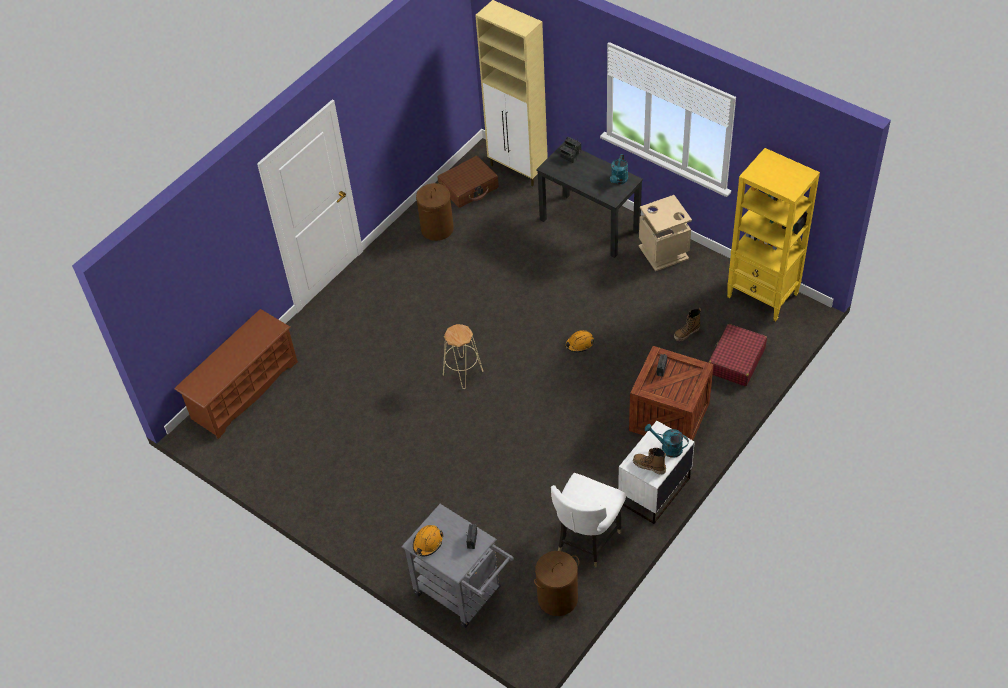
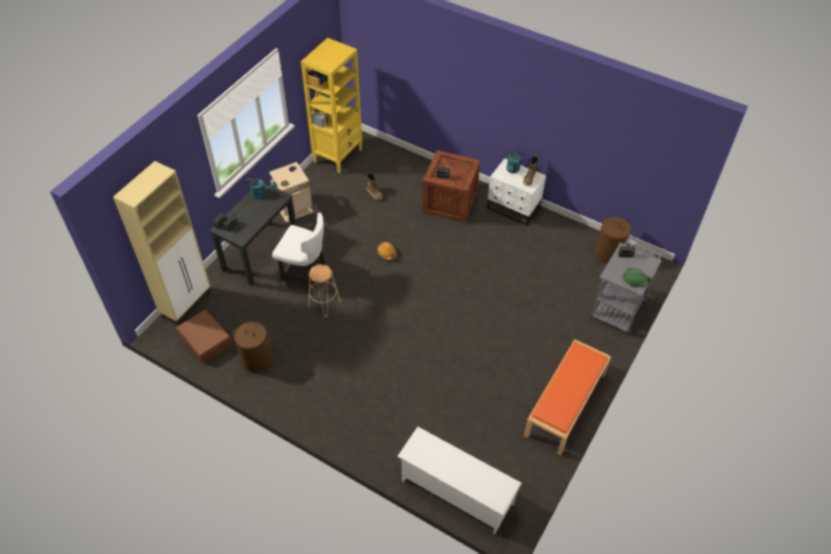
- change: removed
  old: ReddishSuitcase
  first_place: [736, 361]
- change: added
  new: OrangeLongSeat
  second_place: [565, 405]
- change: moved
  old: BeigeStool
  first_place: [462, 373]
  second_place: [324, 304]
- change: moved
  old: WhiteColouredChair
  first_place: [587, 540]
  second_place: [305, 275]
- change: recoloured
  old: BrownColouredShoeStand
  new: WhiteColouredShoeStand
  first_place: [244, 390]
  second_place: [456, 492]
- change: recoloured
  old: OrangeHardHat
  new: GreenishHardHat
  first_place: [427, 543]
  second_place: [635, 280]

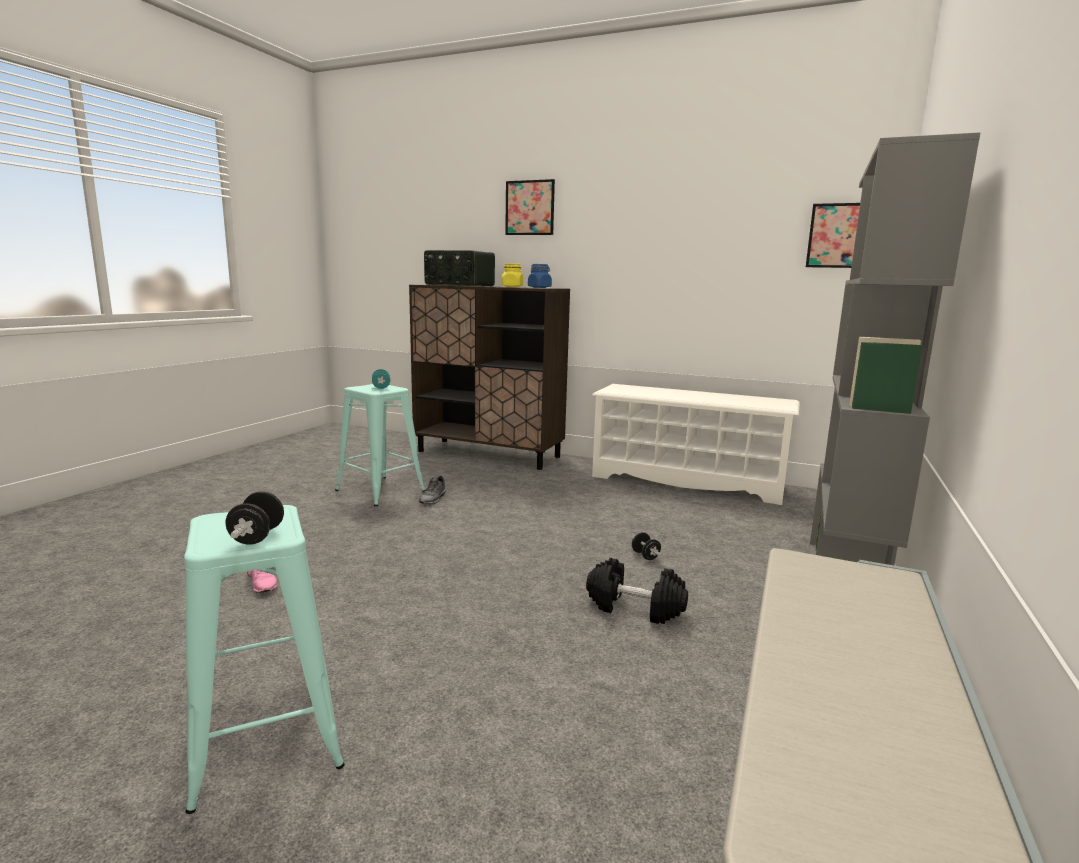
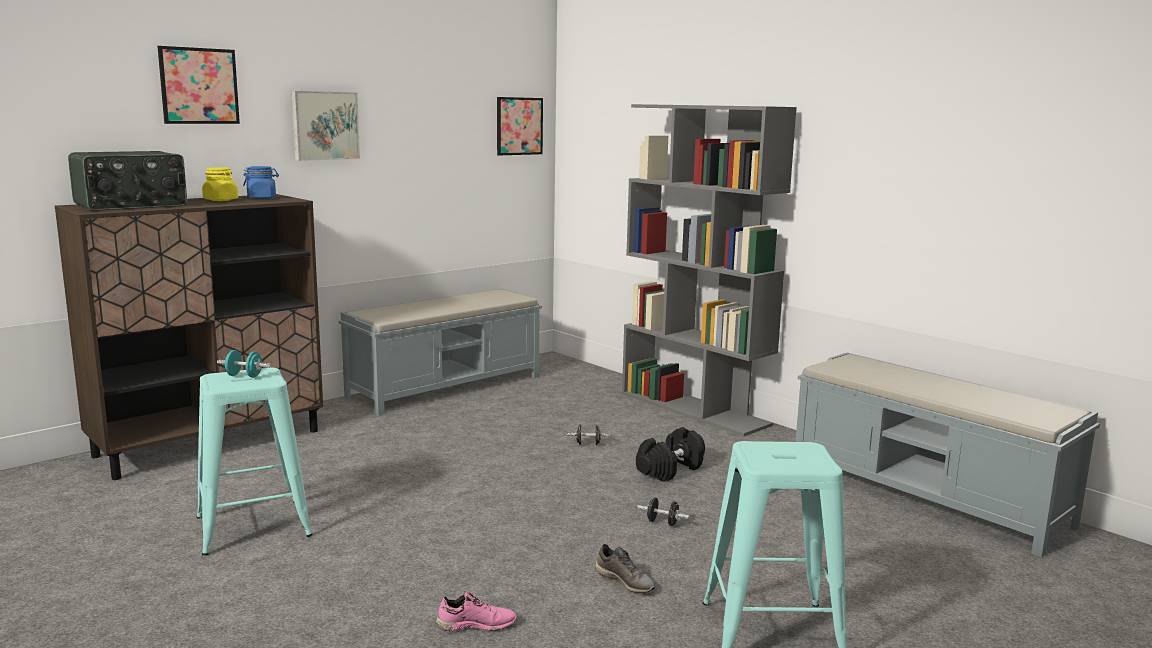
- change: added
  new: WallArt
  second_place: [324, 125]
- change: moved
  old: BlackColouredFreeWeight
  first_place: [257, 537]
  second_place: [662, 523]
- change: moved
  old: GreyishItemOfFootwear
  first_place: [433, 499]
  second_place: [625, 581]
- change: replaced
  old: WhiteColouredShoeStand
  new: GreyishLongSeat
  first_place: [687, 481]
  second_place: [447, 386]

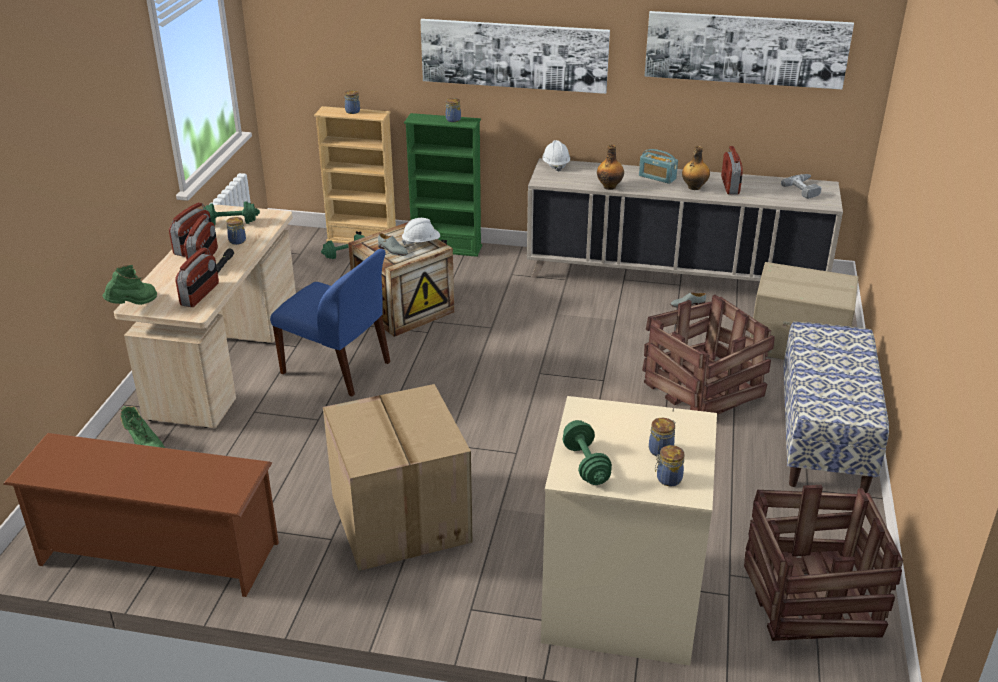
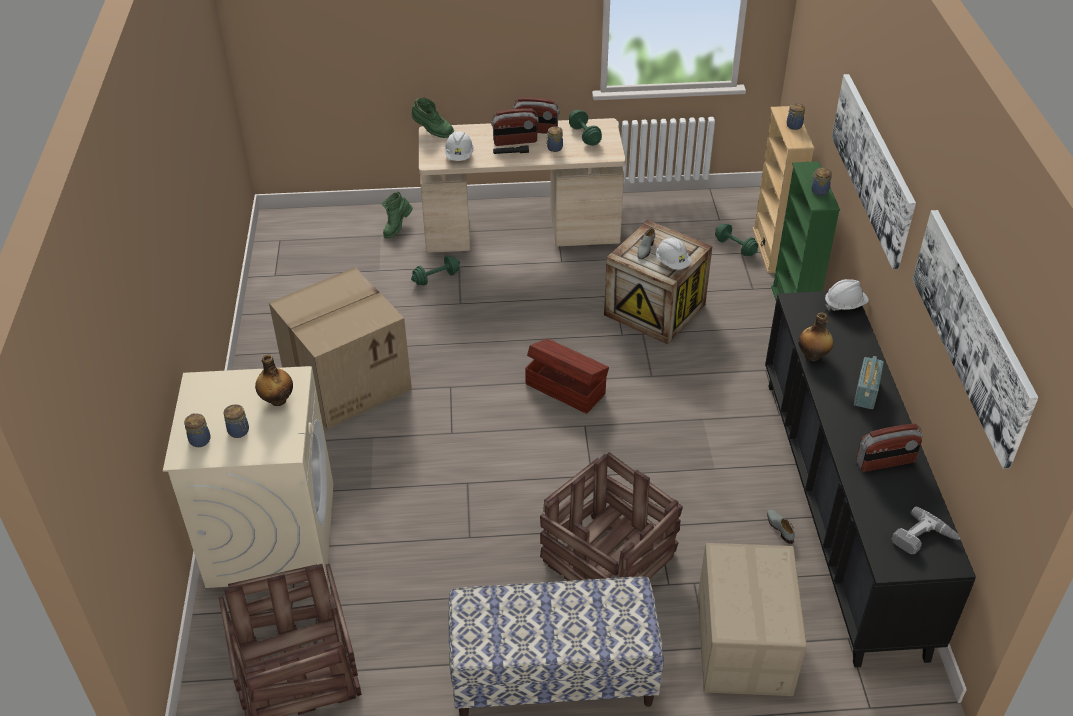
- change: removed
  old: BrownColouredShoeStand
  first_place: [157, 554]
- change: removed
  old: BluishChair
  first_place: [338, 368]
- change: added
  new: BrownColouredStorageBin
  second_place: [565, 388]
- change: moved
  old: GreenishFreeWeight
  first_place: [586, 464]
  second_place: [436, 278]
- change: moved
  old: BeverageBottle
  first_place: [694, 187]
  second_place: [277, 400]
- change: replaced
  old: RadioSet
  new: WhiteColouredHardHat
  first_place: [200, 294]
  second_place: [459, 156]
- change: recoloured
  old: BeigeCabinet
  new: BlackColouredCabinet
  first_place: [674, 277]
  second_place: [841, 508]

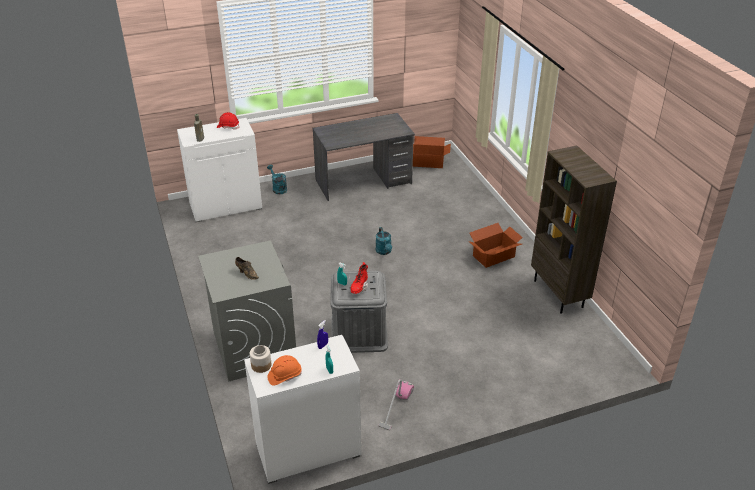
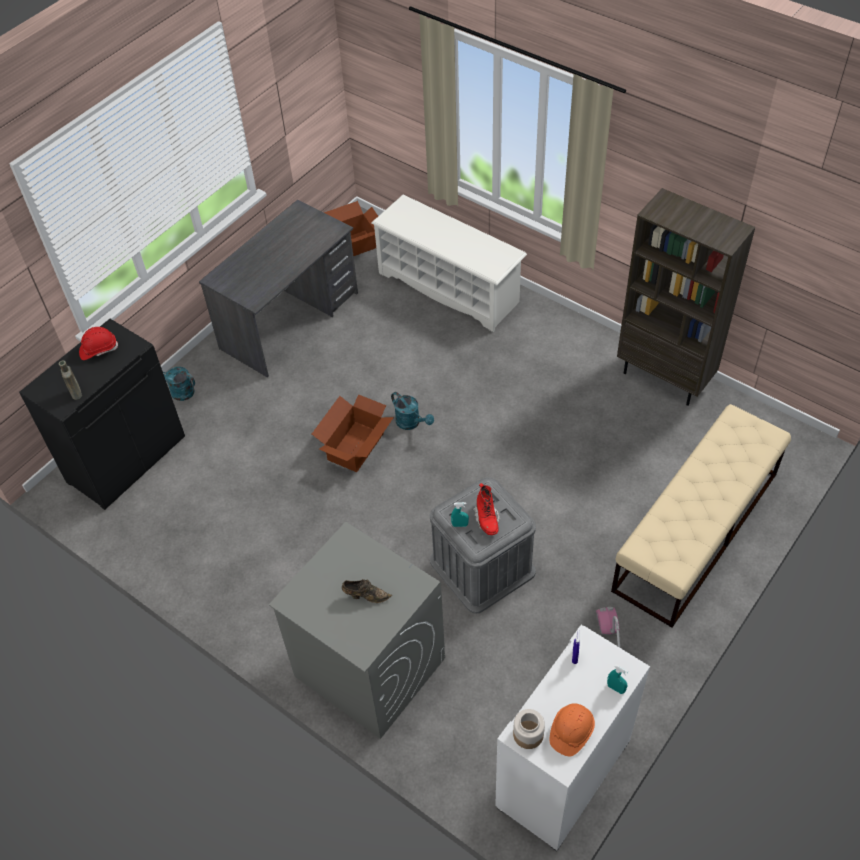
- change: added
  new: WhiteColouredShoeStand
  second_place: [449, 287]
- change: added
  new: BeigeLongSeat
  second_place: [696, 531]
- change: moved
  old: Carton
  first_place: [494, 256]
  second_place: [356, 446]
- change: recoloured
  old: WhiteColouredCabinet
  new: BlackColouredCabinet
  first_place: [226, 206]
  second_place: [126, 458]

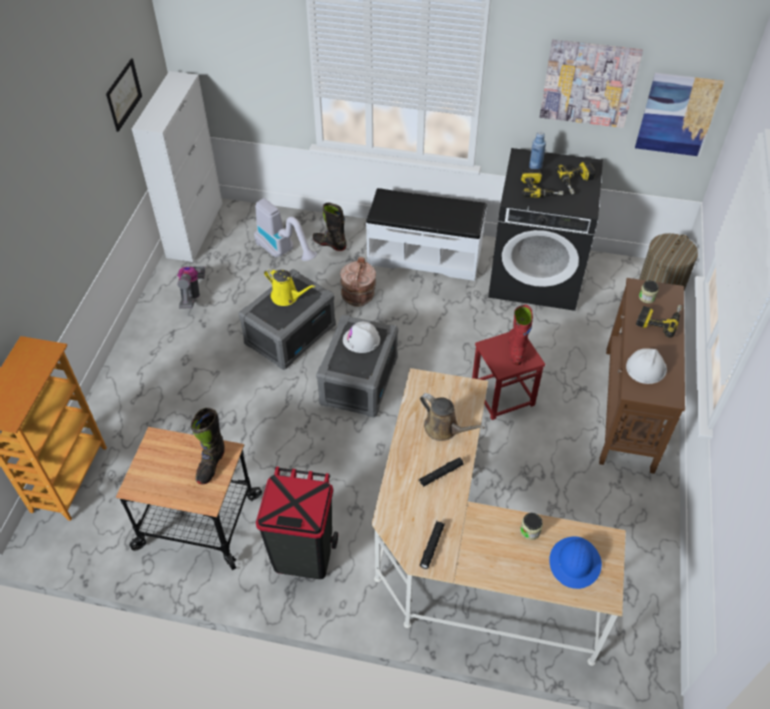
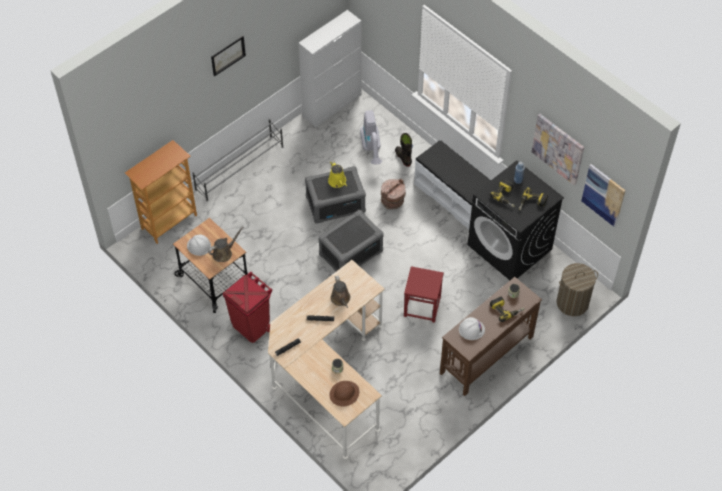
- change: removed
  old: Vacuum
  first_place: [192, 294]
- change: removed
  old: ReddishBoot
  first_place: [516, 349]
- change: added
  new: GreyishShoeStand
  second_place: [240, 168]
- change: moved
  old: WallArt
  first_place: [123, 94]
  second_place: [228, 55]
- change: moved
  old: WhiteColouredHardHat
  first_place: [361, 340]
  second_place: [199, 246]
- change: replaced
  old: BlackColouredBoot
  new: BrownColouredWateringCan
  first_place: [211, 464]
  second_place: [224, 253]
- change: recoloured
  old: BlackColouredTrashCan
  new: ReddishTrashCan
  first_place: [303, 555]
  second_place: [251, 326]
- change: recoloured
  old: BluishHardHat
  new: BrownColouredHardHat
  first_place: [575, 563]
  second_place: [344, 394]

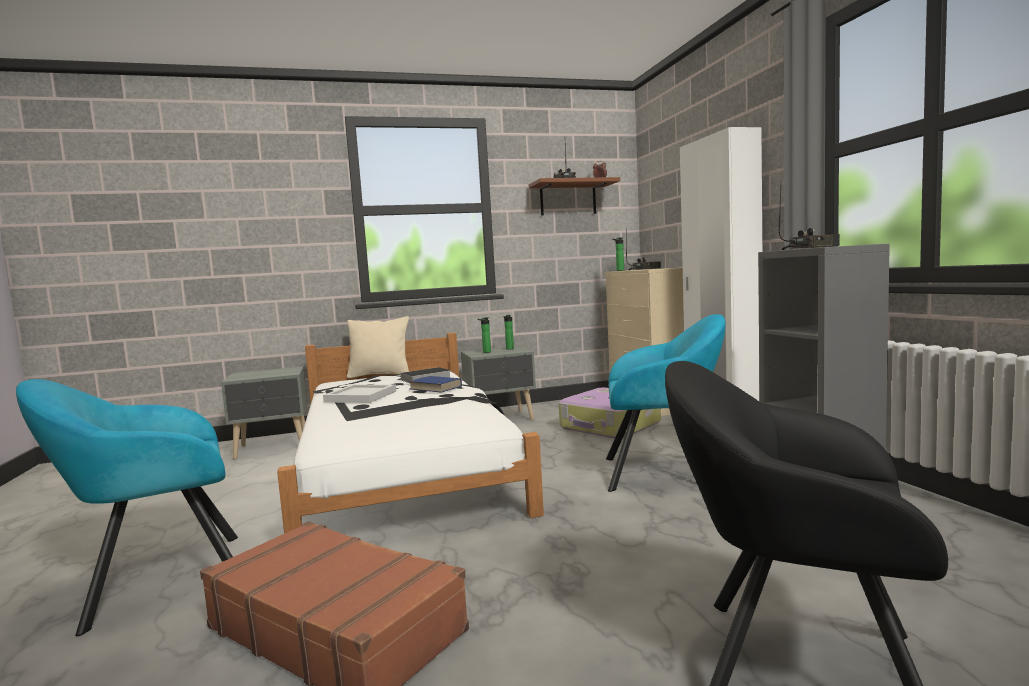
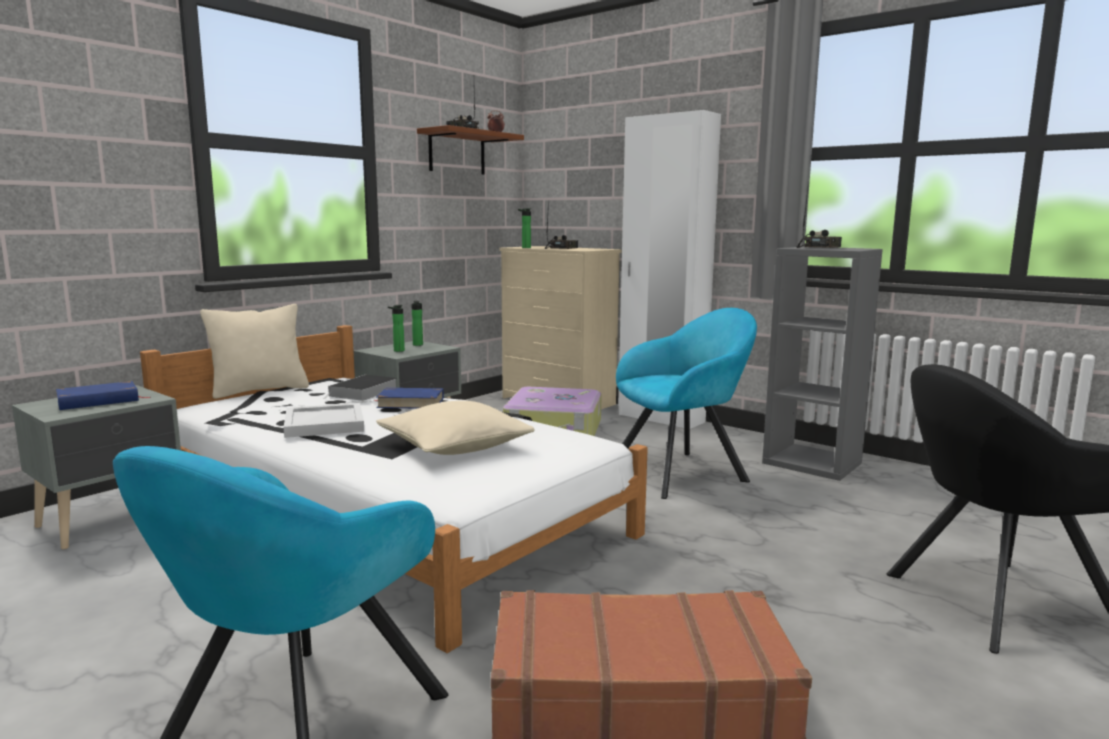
- change: added
  new: BluishVolume
  second_place: [98, 401]
- change: added
  new: BeigeThrowPillow
  second_place: [455, 446]

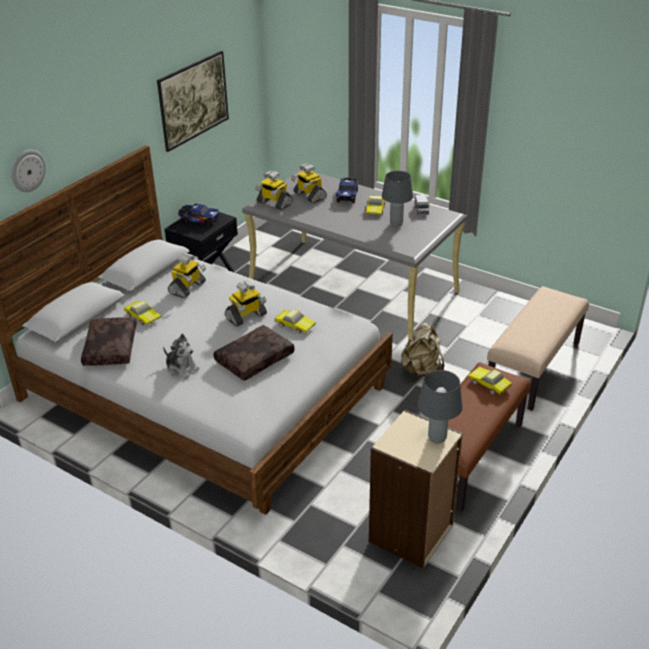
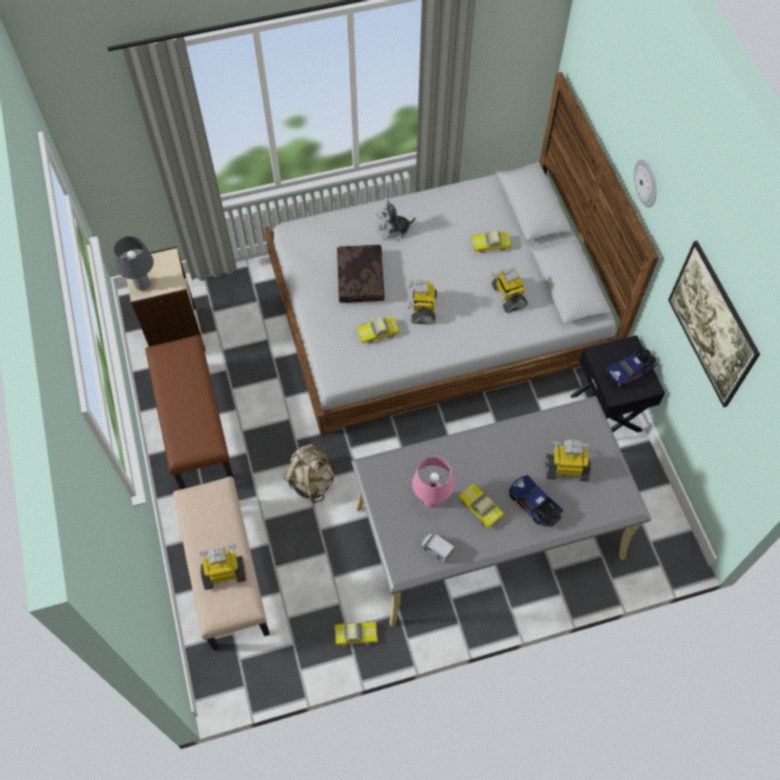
- change: removed
  old: BrownColouredThrowPillow
  first_place: [110, 348]
- change: moved
  old: ClockOnTheWall
  first_place: [27, 170]
  second_place: [646, 183]
- change: moved
  old: ToyRobot
  first_place: [274, 203]
  second_place: [224, 573]
- change: moved
  old: MiniatureCar
  first_place: [489, 384]
  second_place: [355, 634]
- change: recoloured
  old: GreyishTableLamp
  new: PinkTableLamp
  first_place: [395, 224]
  second_place: [432, 500]

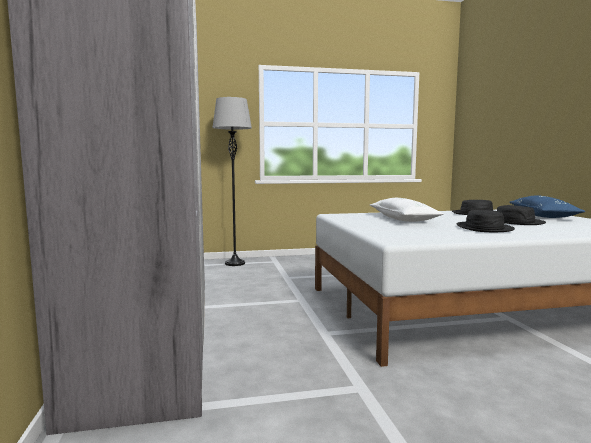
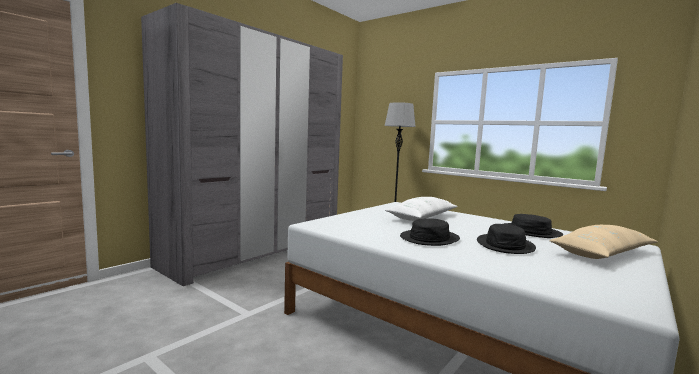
- change: recoloured
  old: BluishThrowPillow
  new: BeigeThrowPillow
  first_place: [543, 216]
  second_place: [602, 253]

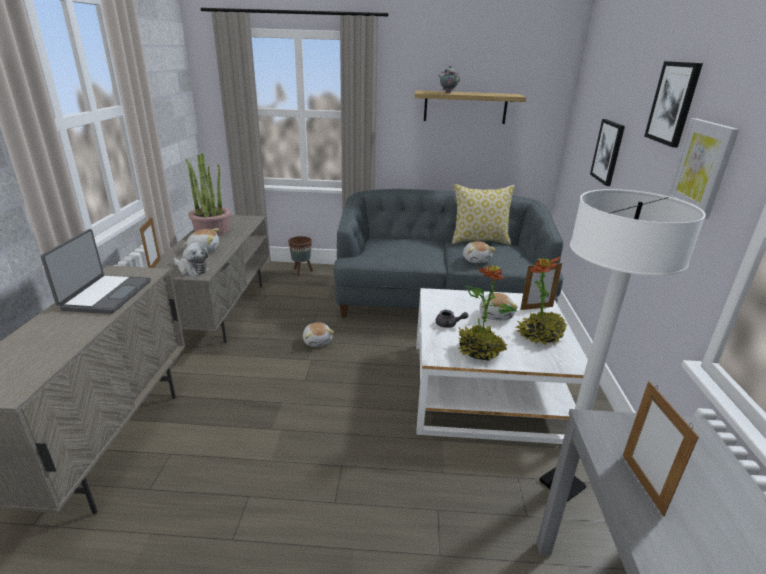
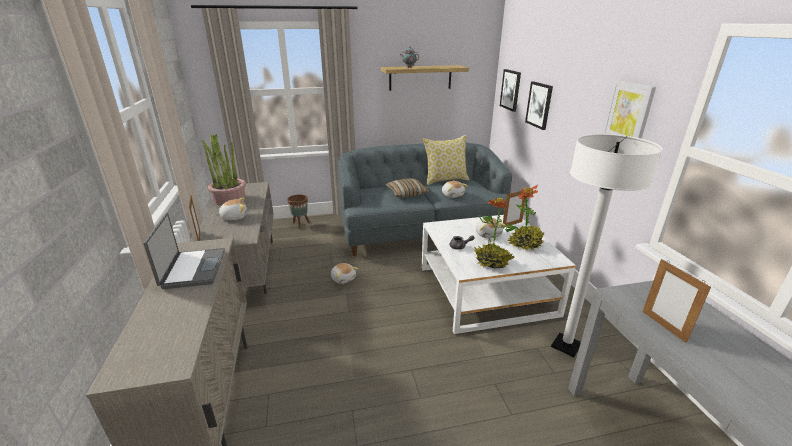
- change: removed
  old: CuddlyToy
  first_place: [192, 269]
- change: added
  new: ThrowPillow
  second_place: [406, 193]
- change: moved
  old: WallArt
  first_place: [673, 103]
  second_place: [510, 90]

